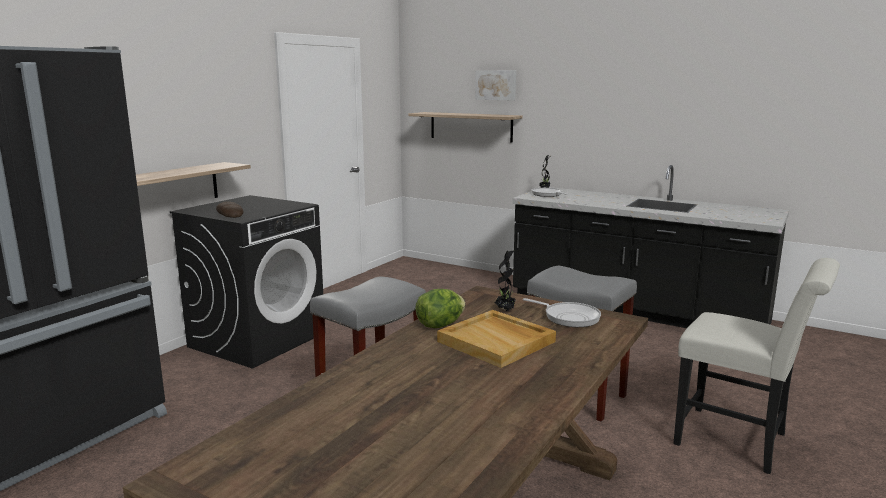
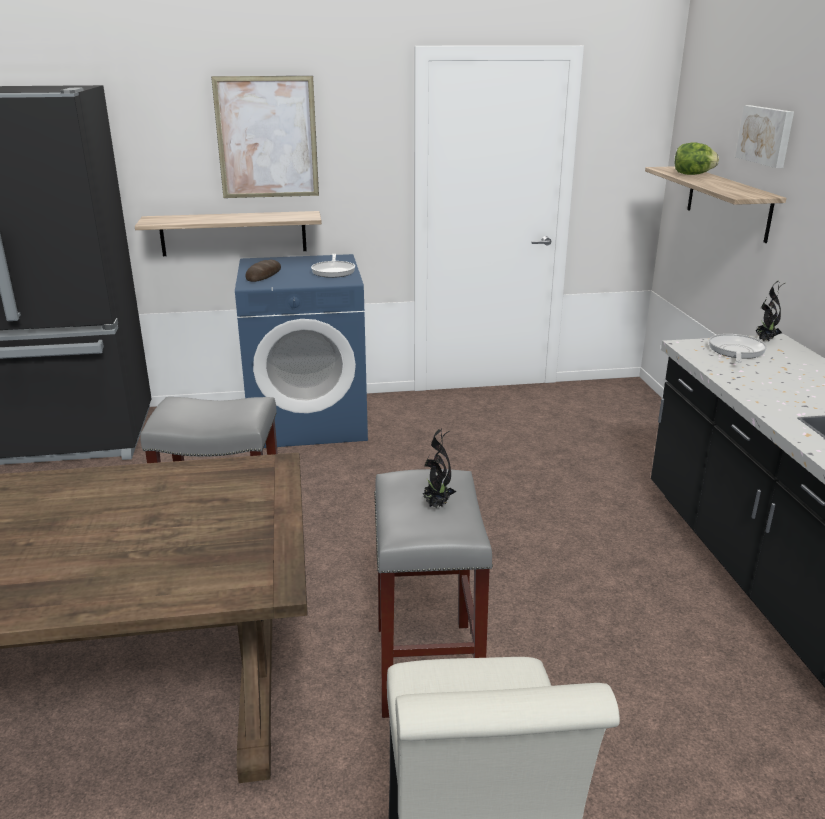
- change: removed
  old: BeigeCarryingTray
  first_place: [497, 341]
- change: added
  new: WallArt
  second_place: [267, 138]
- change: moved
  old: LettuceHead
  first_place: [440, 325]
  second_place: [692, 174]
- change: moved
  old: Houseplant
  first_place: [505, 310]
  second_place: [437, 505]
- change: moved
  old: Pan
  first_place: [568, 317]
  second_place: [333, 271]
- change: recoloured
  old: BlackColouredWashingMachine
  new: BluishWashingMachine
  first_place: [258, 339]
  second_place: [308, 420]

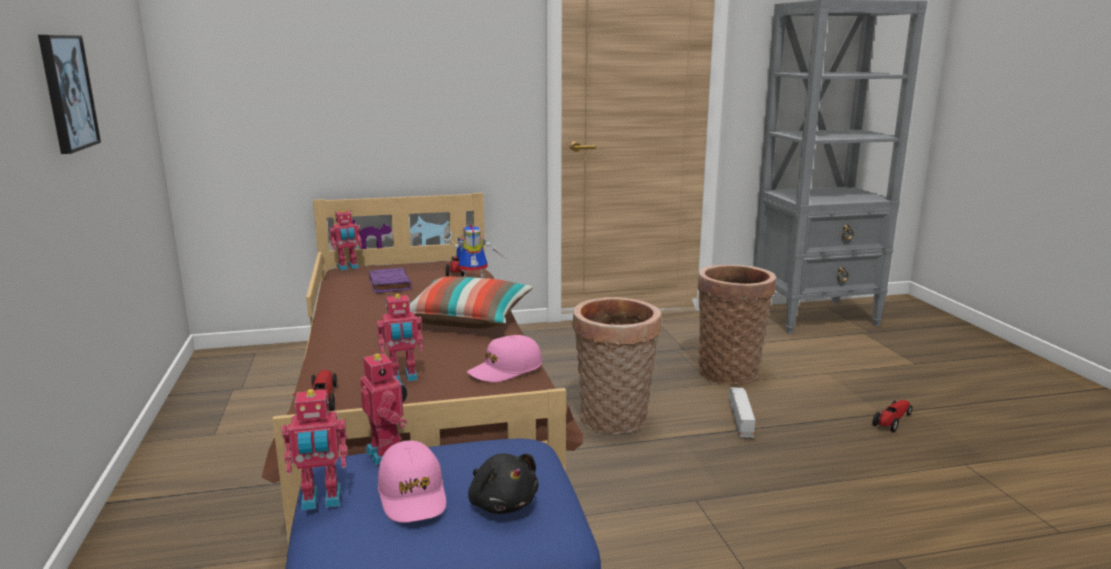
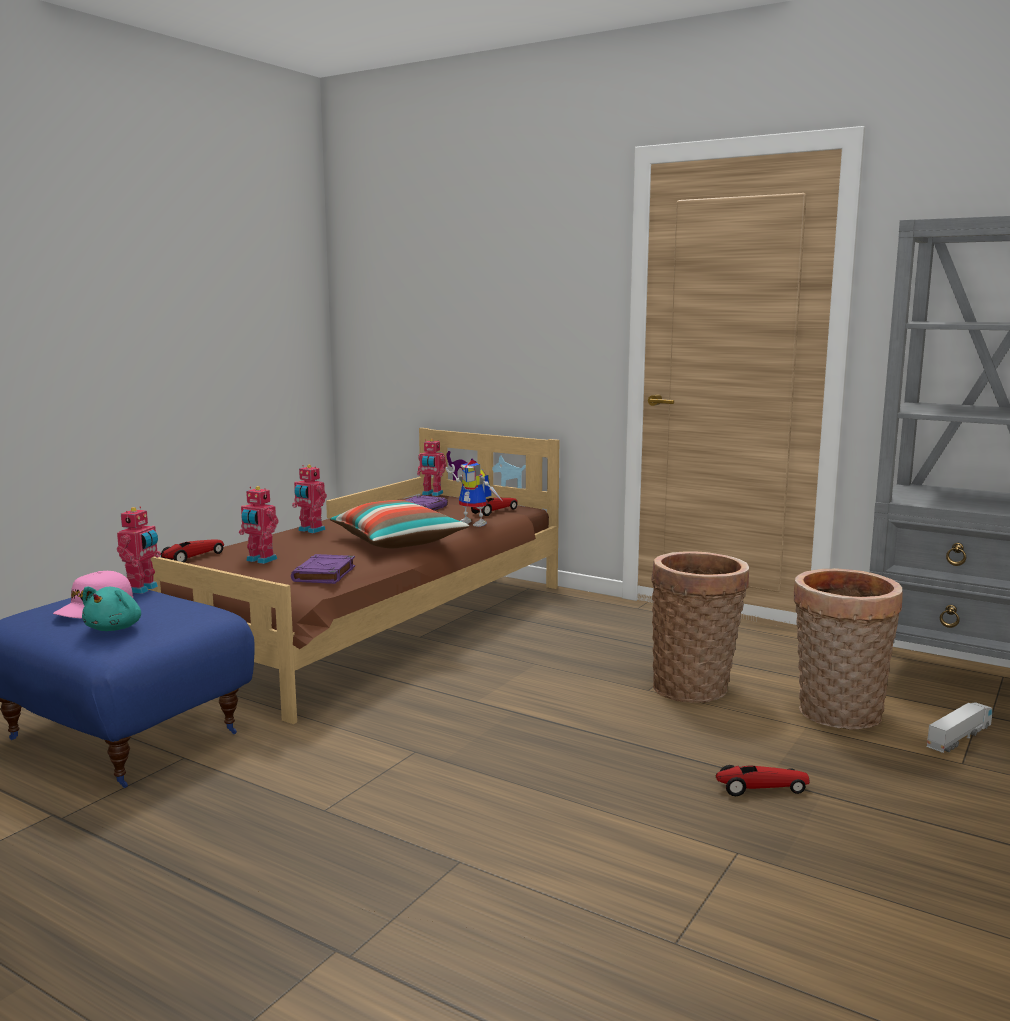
- change: removed
  old: WallArt
  first_place: [66, 92]
- change: moved
  old: ToyRobot
  first_place: [321, 501]
  second_place: [310, 530]
- change: moved
  old: StorageBasket
  first_place: [613, 421]
  second_place: [837, 716]
- change: moved
  old: ModelTruck
  first_place: [740, 419]
  second_place: [959, 737]
- change: replaced
  old: PinkPeakedCap
  new: PurplishVolume
  first_place: [505, 370]
  second_place: [324, 574]
- change: recoloured
  old: BlackColouredCuddlyToy
  new: TurquoiseColouredCuddlyToy
  first_place: [502, 503]
  second_place: [115, 628]

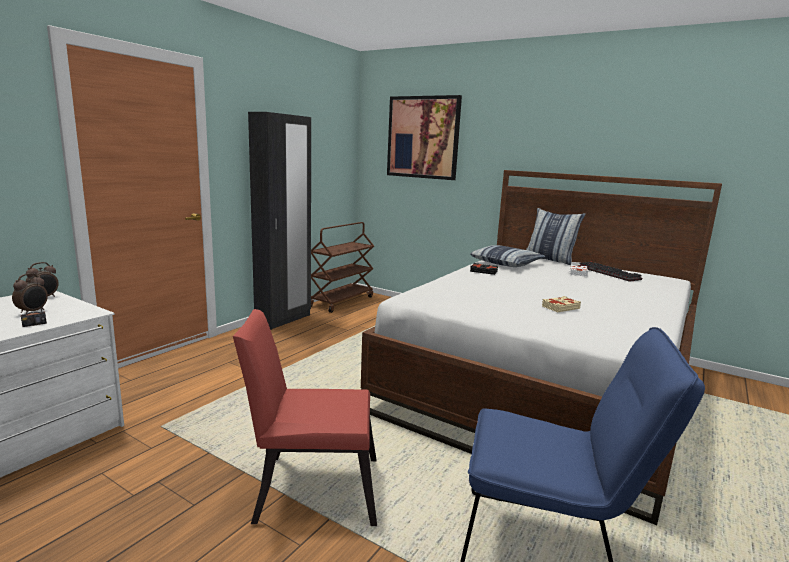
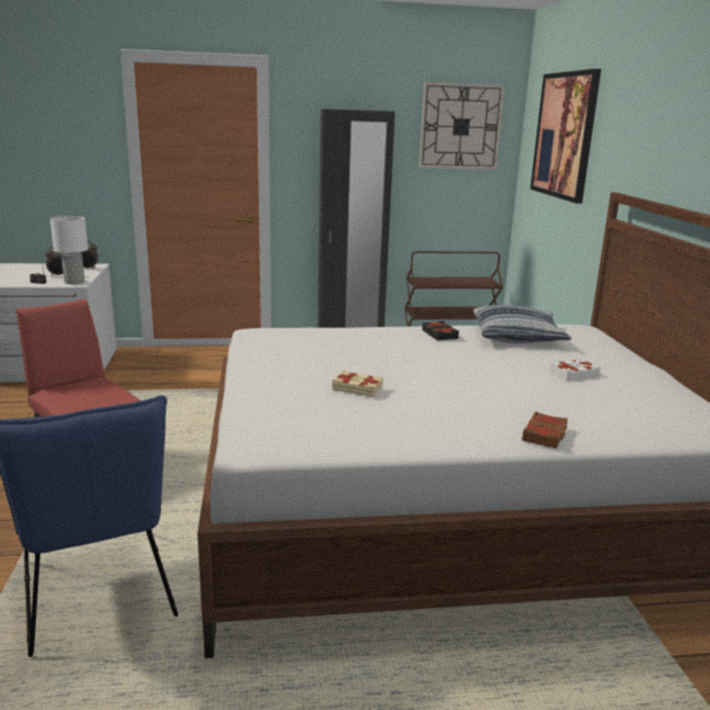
- change: removed
  old: ThrowPillow
  first_place: [550, 259]
- change: removed
  old: PcKeyboard
  first_place: [610, 273]
- change: added
  new: WhiteColouredTableLamp
  second_place: [75, 282]
- change: added
  new: ClockOnTheWall
  second_place: [460, 127]
- change: added
  new: BrownColouredVolume
  second_place: [545, 435]

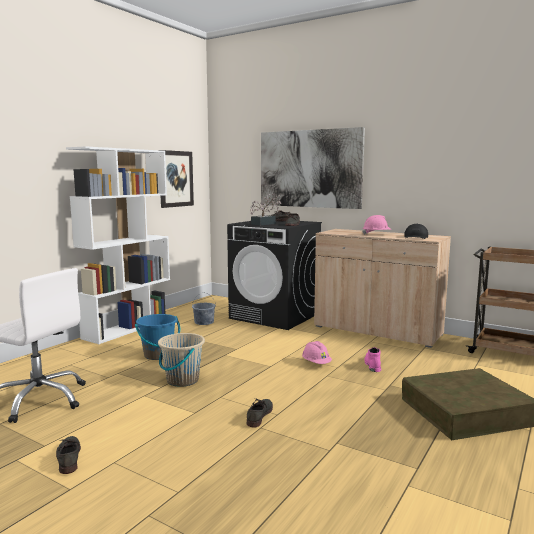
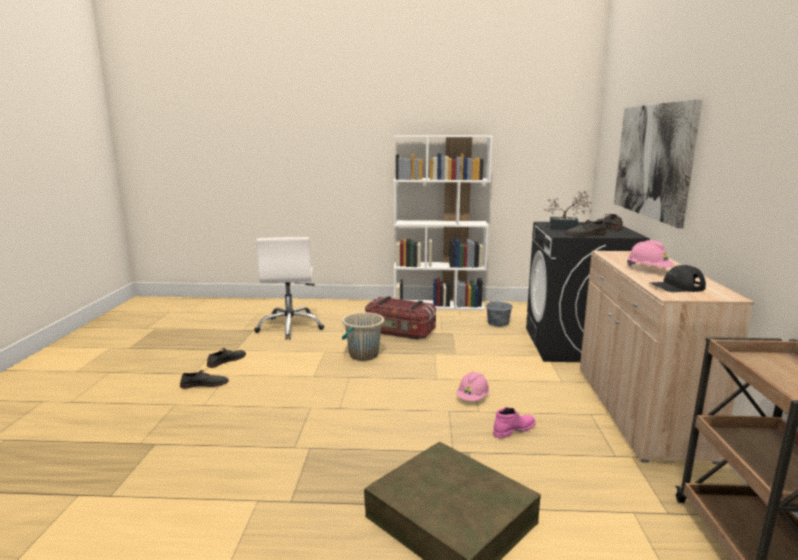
- change: removed
  old: WallArt
  first_place: [176, 179]
- change: moved
  old: GreyishItemOfFootwear
  first_place: [259, 415]
  second_place: [204, 384]
- change: replaced
  old: BluishWaterBucket
  new: StorageBin
  first_place: [158, 355]
  second_place: [399, 332]

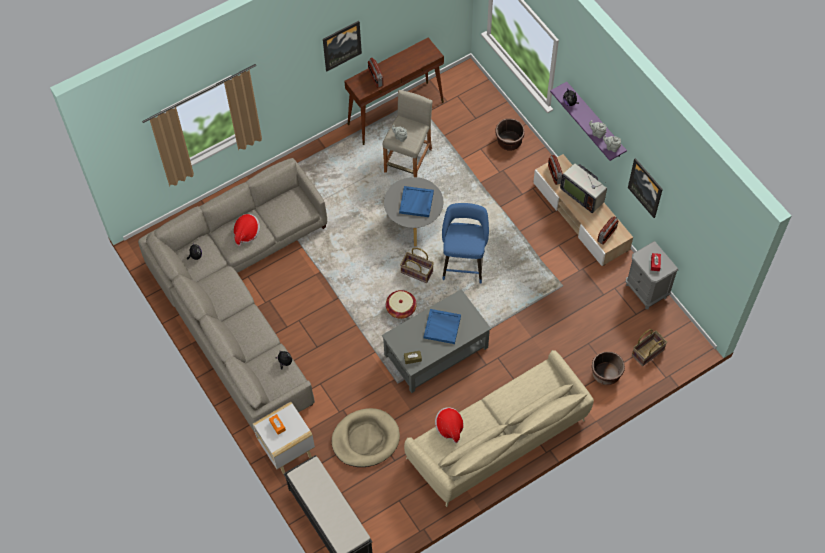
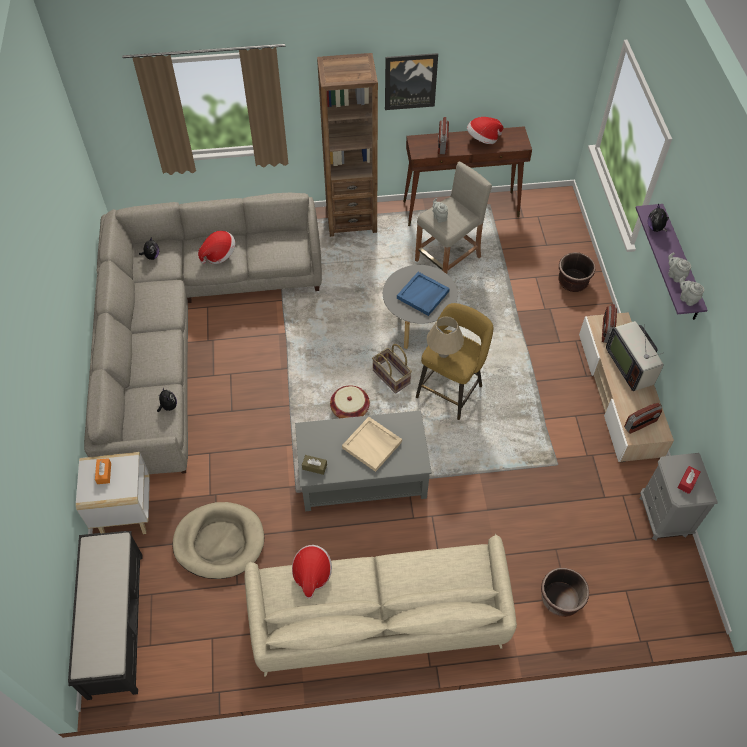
- change: removed
  old: WallArt
  first_place: [646, 187]
- change: removed
  old: StorageBasket
  first_place: [647, 352]
- change: added
  new: BrownColouredBookshelf
  second_place: [351, 220]
- change: added
  new: BeigeTableLamp
  second_place: [443, 353]
- change: added
  new: ClothingHat
  second_place: [482, 139]
- change: recoloured
  old: BluishCarryingTray
  new: BeigeCarryingTray
  first_place: [442, 327]
  second_place: [372, 445]
- change: recoloured
  old: BluishStool
  new: YellowColouredStool
  first_place: [463, 262]
  second_place: [451, 389]

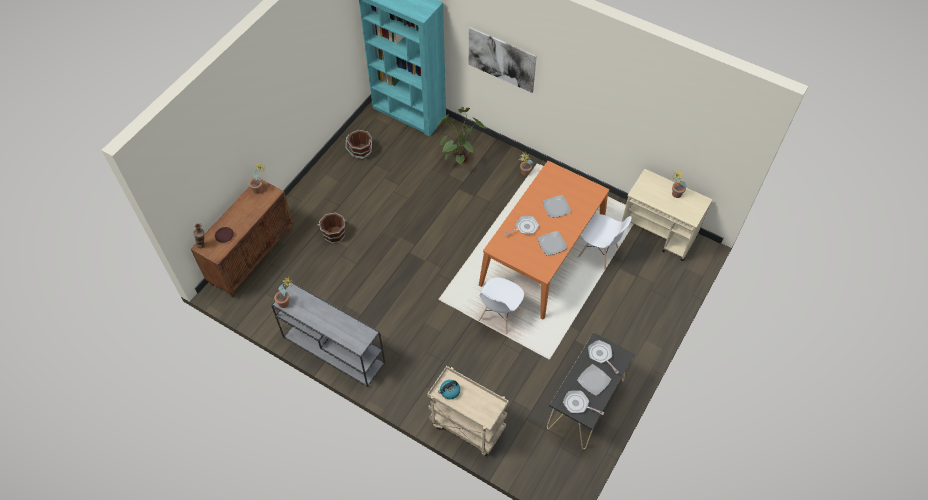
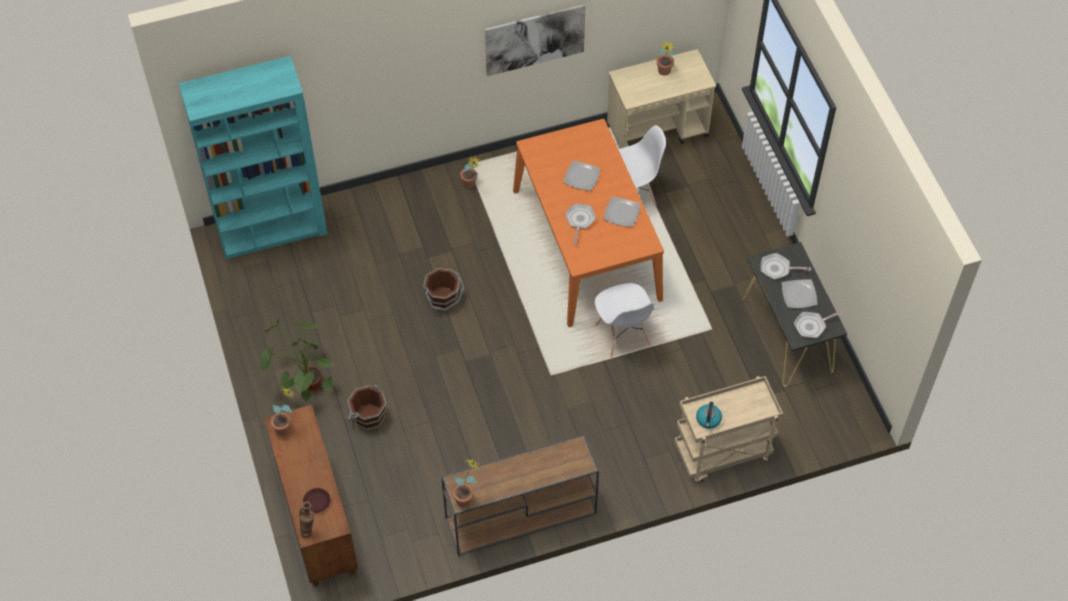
- change: moved
  old: BrownColouredWaterBucket
  first_place: [361, 151]
  second_place: [443, 299]
- change: moved
  old: Houseplant
  first_place: [459, 154]
  second_place: [303, 382]
- change: moved
  old: WallArt
  first_place: [501, 59]
  second_place: [535, 39]
- change: recoloured
  old: GreyishConsoleTable
  new: BrownColouredConsoleTable
  first_place: [332, 349]
  second_place: [519, 516]

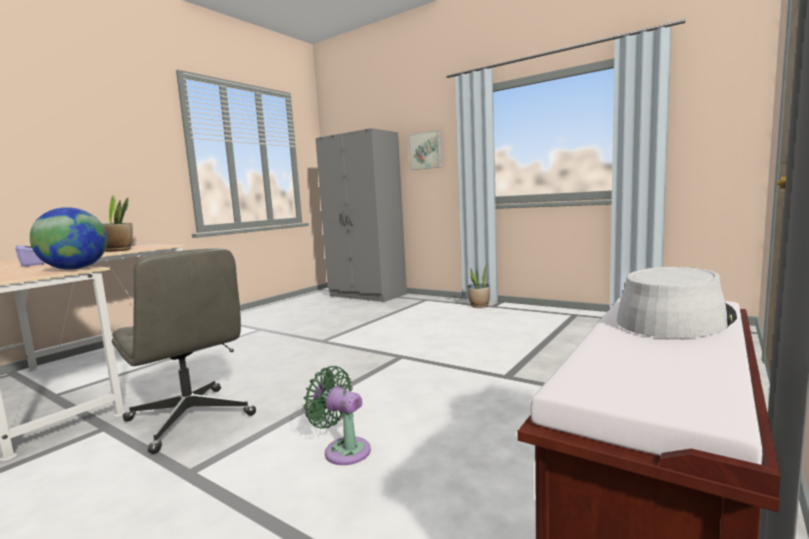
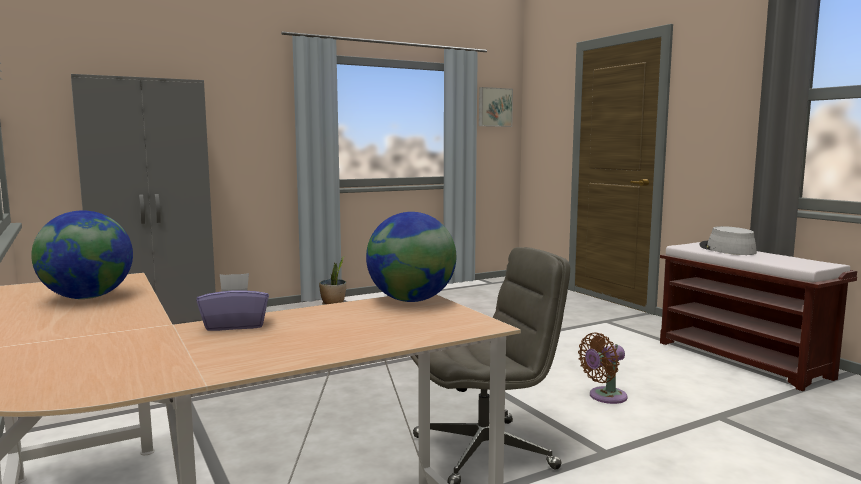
- change: moved
  old: WallArt
  first_place: [425, 150]
  second_place: [494, 107]
- change: replaced
  old: Houseplant
  new: Globe
  first_place: [118, 250]
  second_place: [87, 297]
- change: recoloured
  old: GreenishCoolingFan
  new: BrownColouredCoolingFan
  first_place: [343, 450]
  second_place: [604, 397]

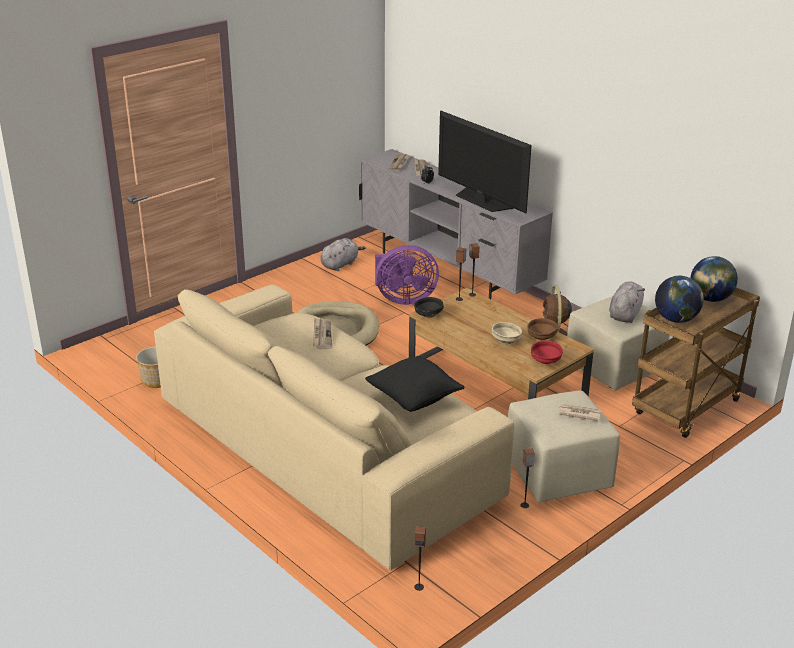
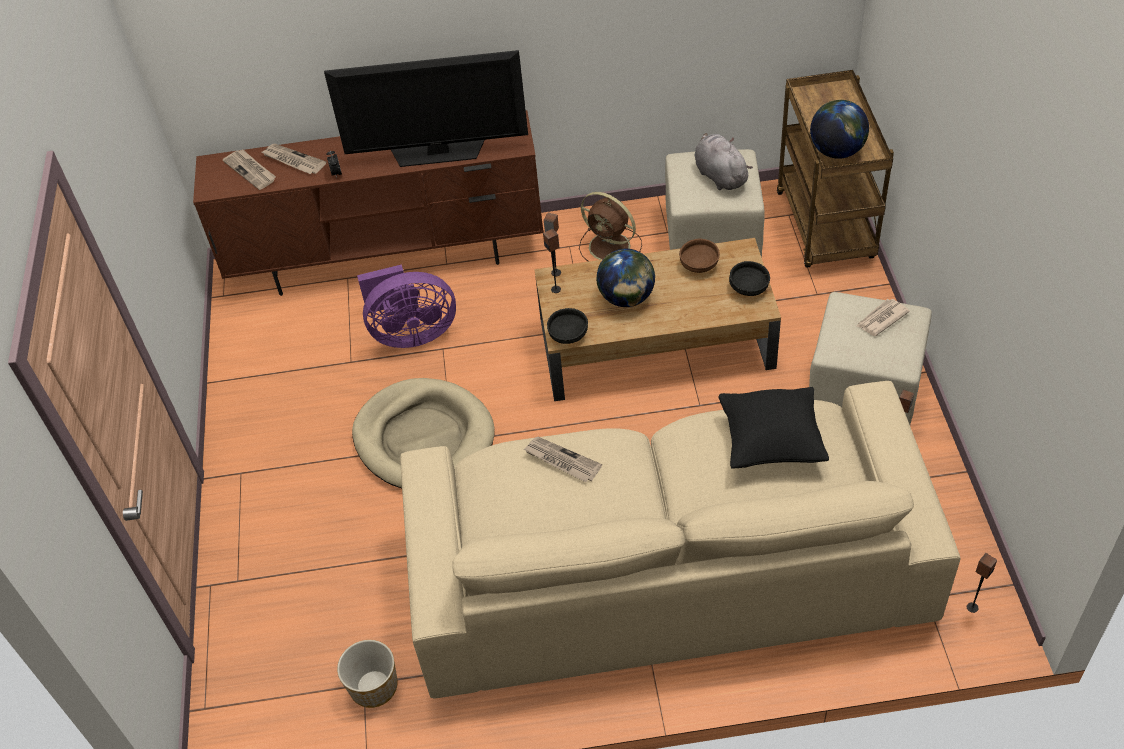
- change: removed
  old: GreyishCuddlyToy
  first_place: [340, 264]
- change: removed
  old: BeigeDeepDish
  first_place: [506, 341]
- change: moved
  old: Globe
  first_place: [710, 299]
  second_place: [626, 298]
- change: recoloured
  old: GreyishTvStand
  new: BrownColouredTvStand
  first_place: [449, 272]
  second_place: [390, 259]
- change: recoloured
  old: ReddishDeepDish
  new: BlackColouredDeepDish
  first_place: [545, 361]
  second_place: [749, 289]
- change: turned
  old: PurplishCoolingFan
  first_place: [403, 299]
  second_place: [411, 333]
  degrees: 45

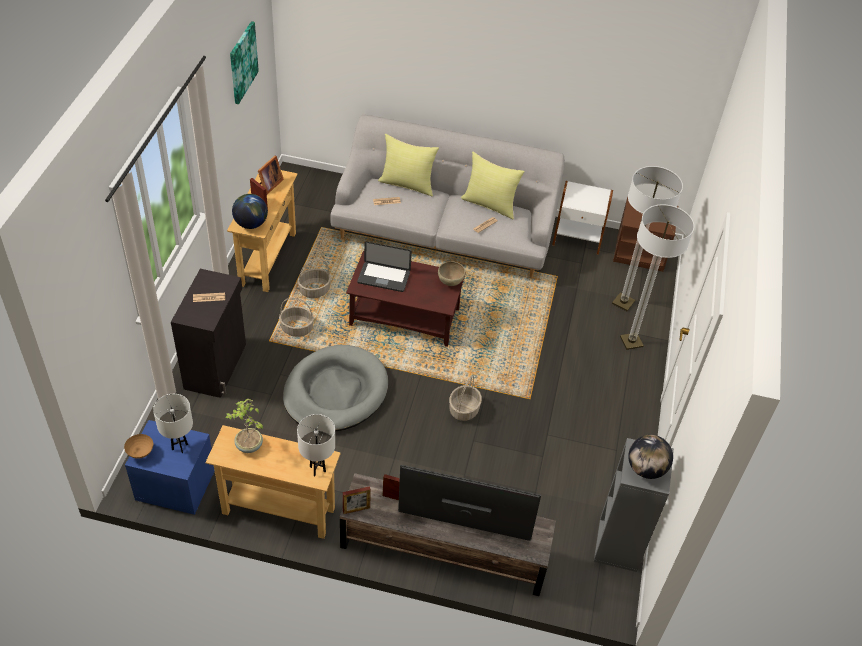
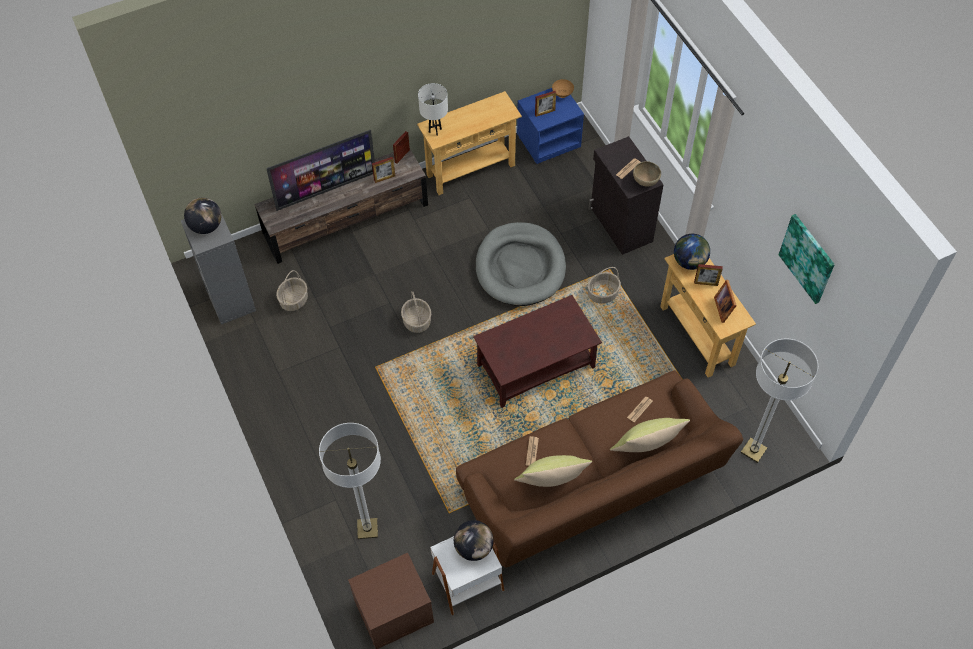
- change: removed
  old: Houseplant
  first_place: [249, 446]
- change: removed
  old: PortableComputer
  first_place: [383, 277]
- change: added
  new: Globe
  second_place: [473, 548]
- change: moved
  old: StorageBasket
  first_place: [314, 290]
  second_place: [294, 300]
- change: moved
  old: BrownColouredDeepDish
  first_place: [450, 282]
  second_place: [645, 182]
- change: moved
  old: StandingLamp
  first_place: [631, 342]
  second_place: [753, 450]
- change: replaced
  old: WhiteColouredTableLamp
  new: PictureFrame
  first_place: [179, 447]
  second_place: [545, 112]
- change: recoloured
  old: GreyishSofa
  new: BrownColouredSofa
  first_place: [444, 231]
  second_place: [592, 484]

